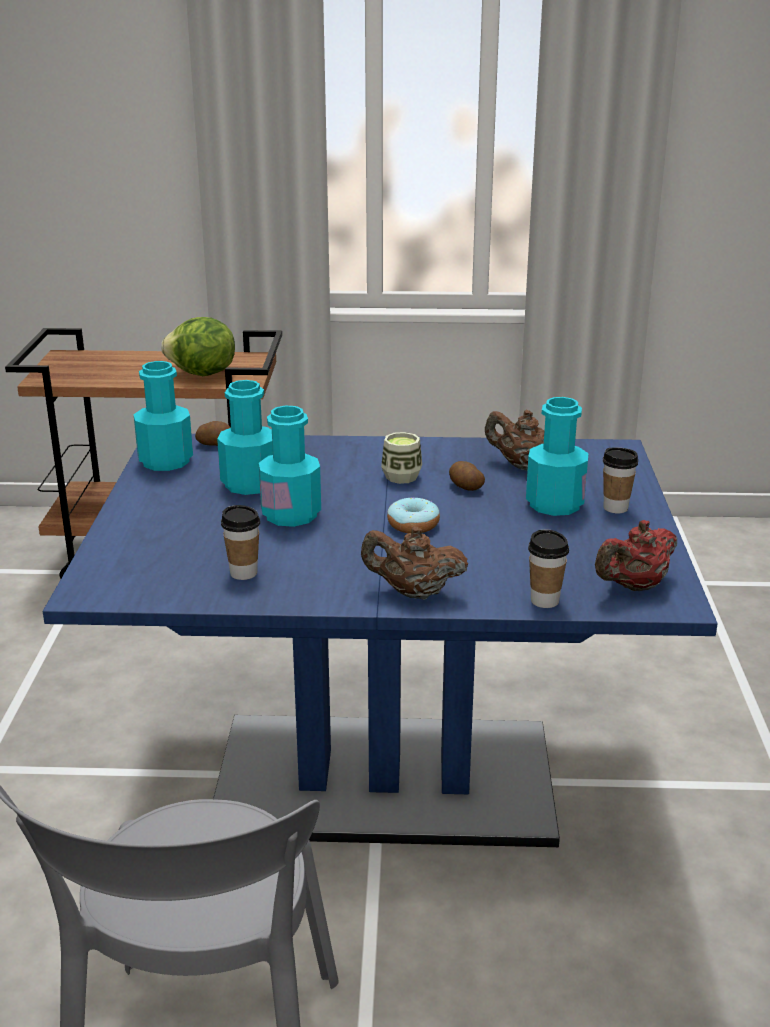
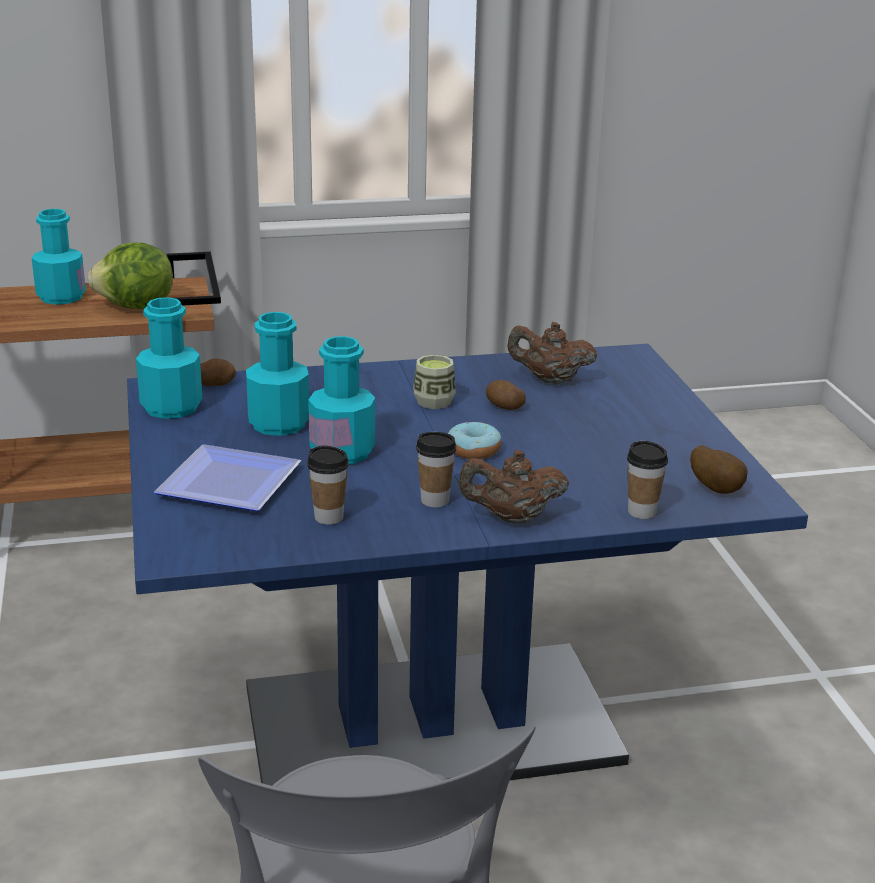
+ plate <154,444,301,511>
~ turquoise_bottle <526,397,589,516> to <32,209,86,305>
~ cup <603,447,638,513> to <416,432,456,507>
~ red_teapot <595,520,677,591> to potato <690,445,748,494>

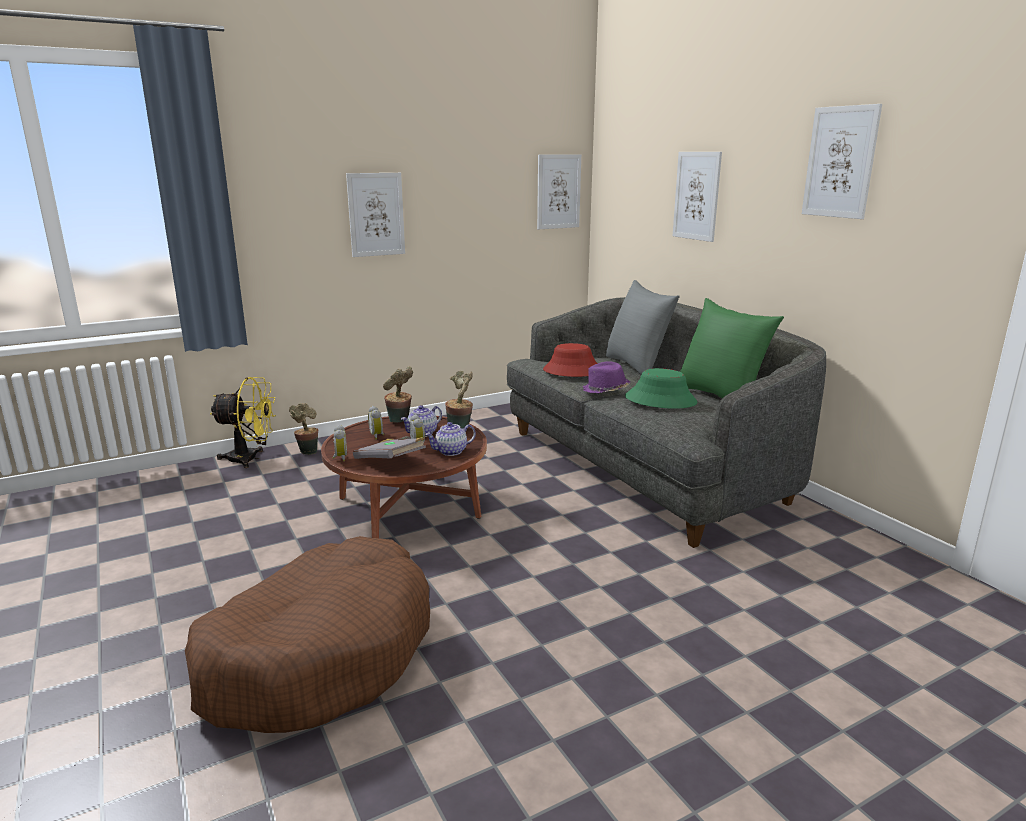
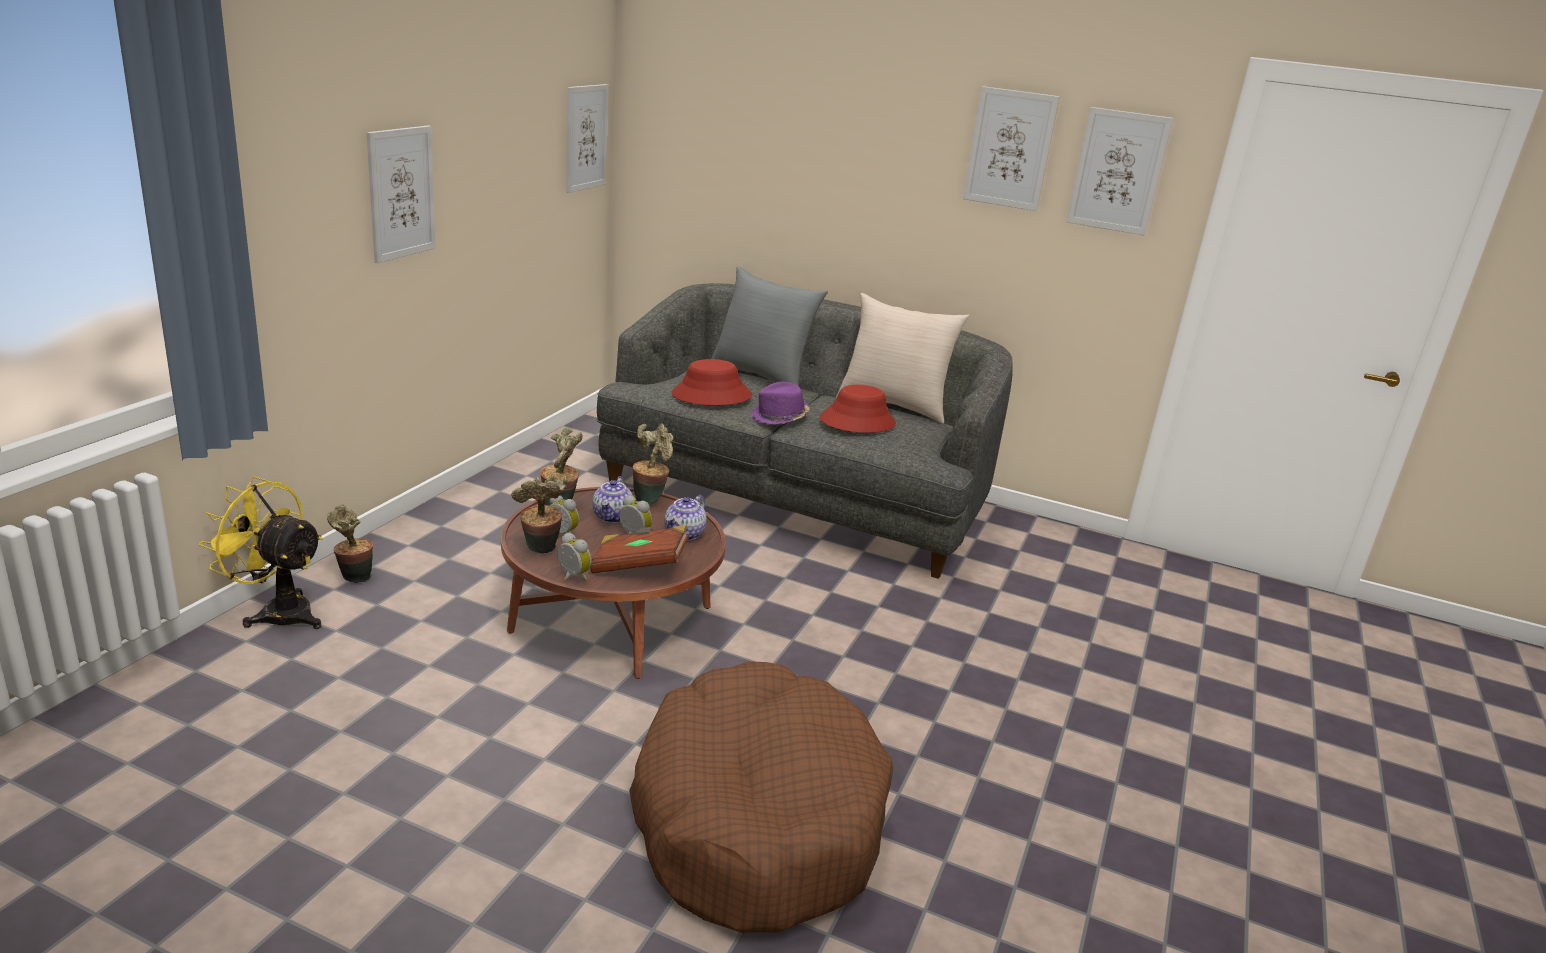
+ potted_plant <511,475,567,554>
~ picture <673,152,722,242> to <1066,107,1173,236>
~ grey_book <353,436,426,459> to brown_book <590,525,689,573>
~ green_hat <625,368,697,409> to red_hat <820,385,896,433>
~ green_pillow <680,298,784,398> to beige_pillow <836,293,969,423>
~ yellow_fan <210,377,276,468> = <199,476,323,629> 120 degrees counterclockwise

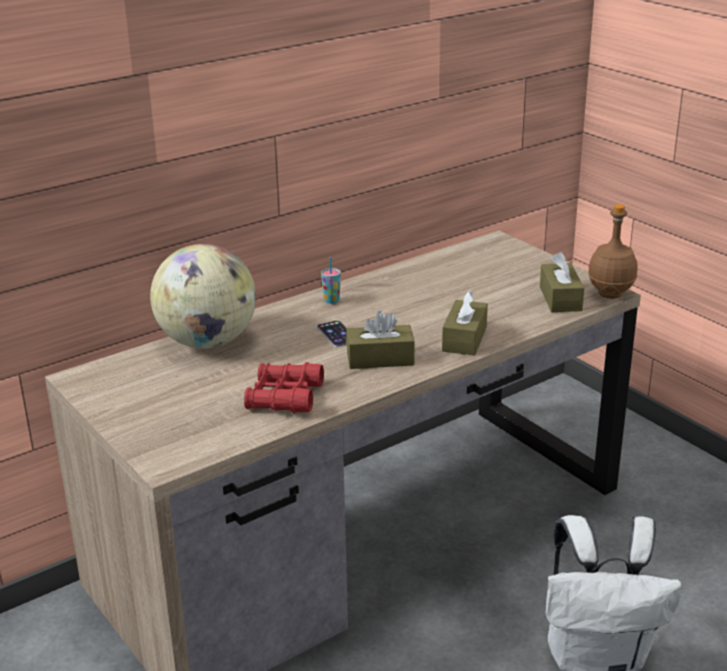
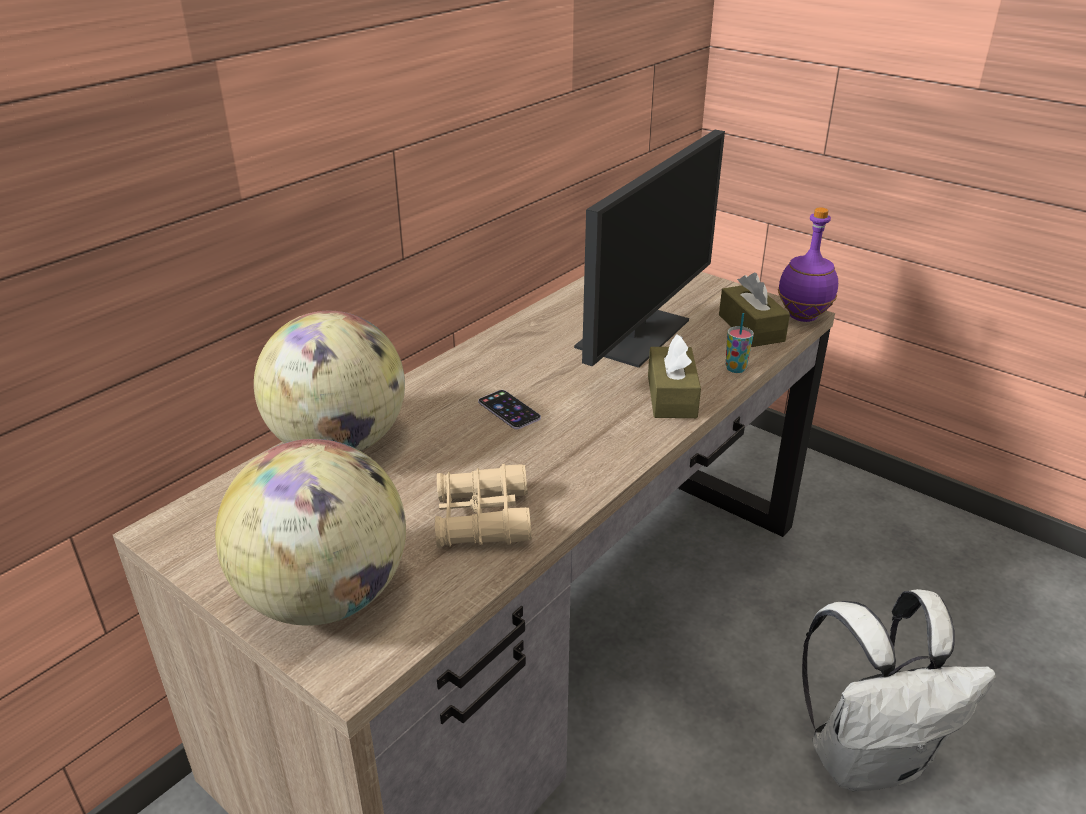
- brown_tissue_box <346,311,415,369>
+ globe <215,439,406,626>
+ monitor <574,130,725,368>
~ cup <321,257,341,304> to <726,313,754,373>
~ red_binoculars <244,362,324,413> to beige_binoculars <435,464,532,547>
~ brown_bottle <588,204,638,299> to purple_bottle <778,208,838,322>

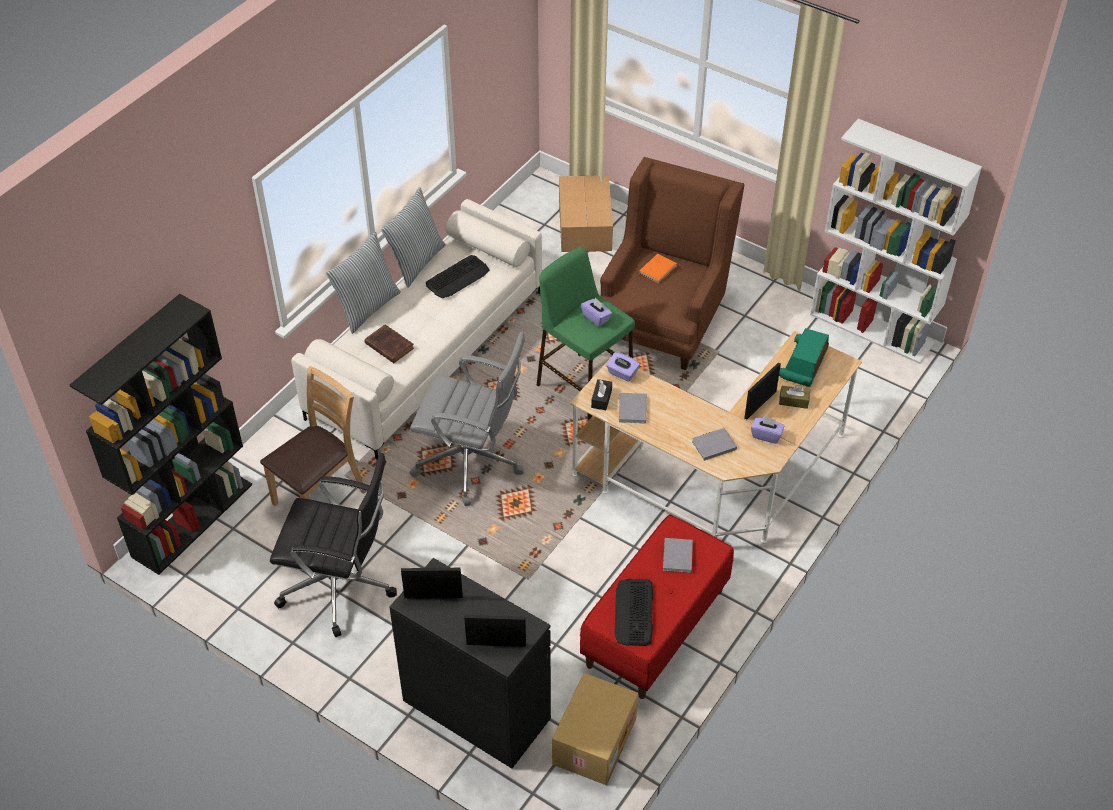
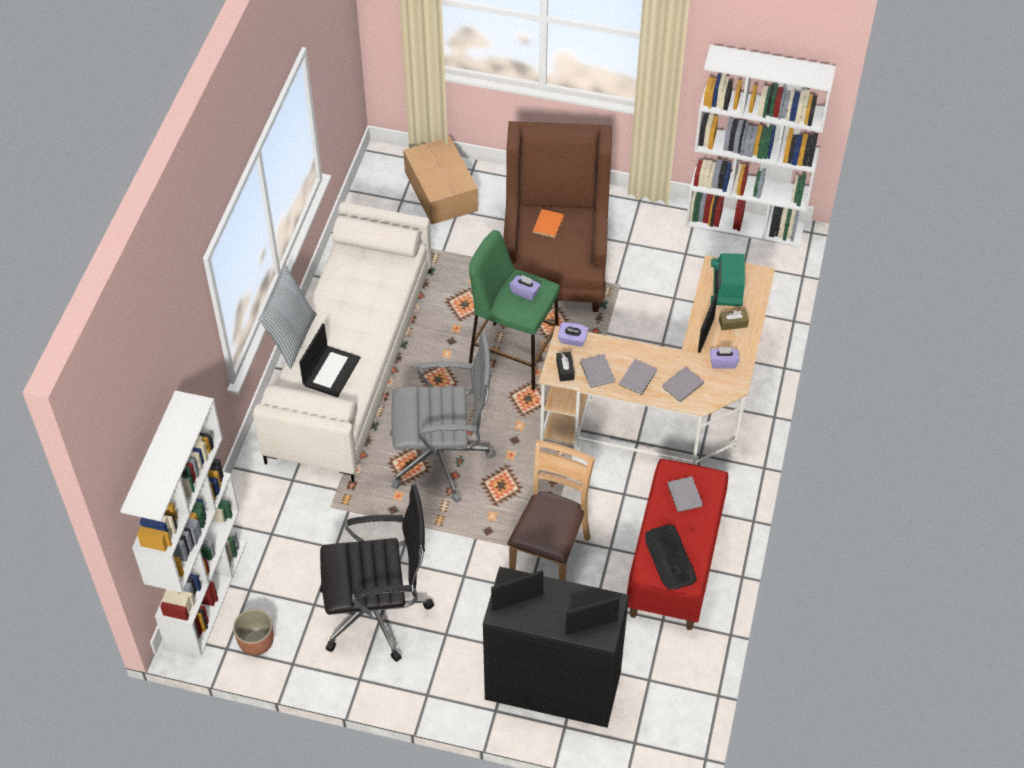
- pillow <381,187,446,288>
- keyboard <426,255,489,298>
- cardboard_box <552,673,638,785>
+ planter <233,609,274,656>
+ grey_book <619,359,657,395>
~ brown_chair <260,366,366,506> to <507,440,595,581>
~ brown_book <365,324,414,363> to laptop <299,323,361,397>
~ black_bookcase <70,294,252,575> to white_bookcase <120,390,247,656>

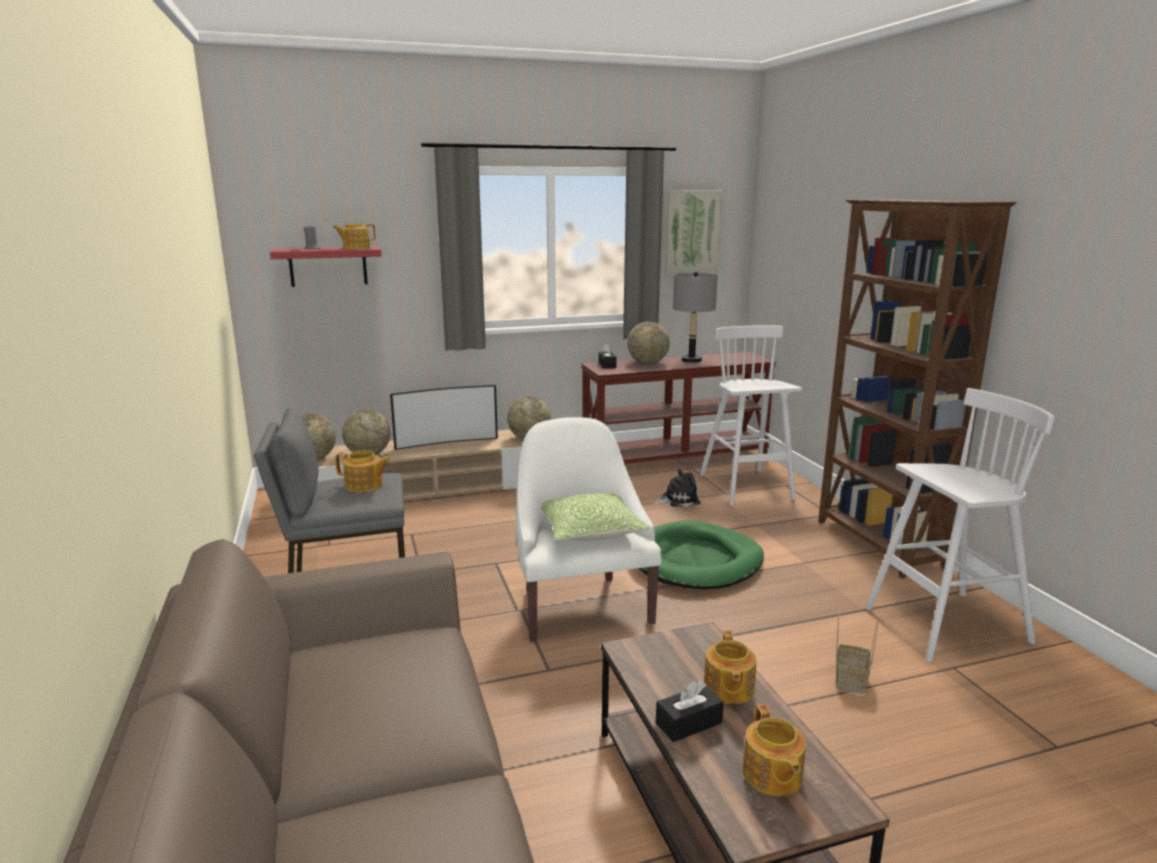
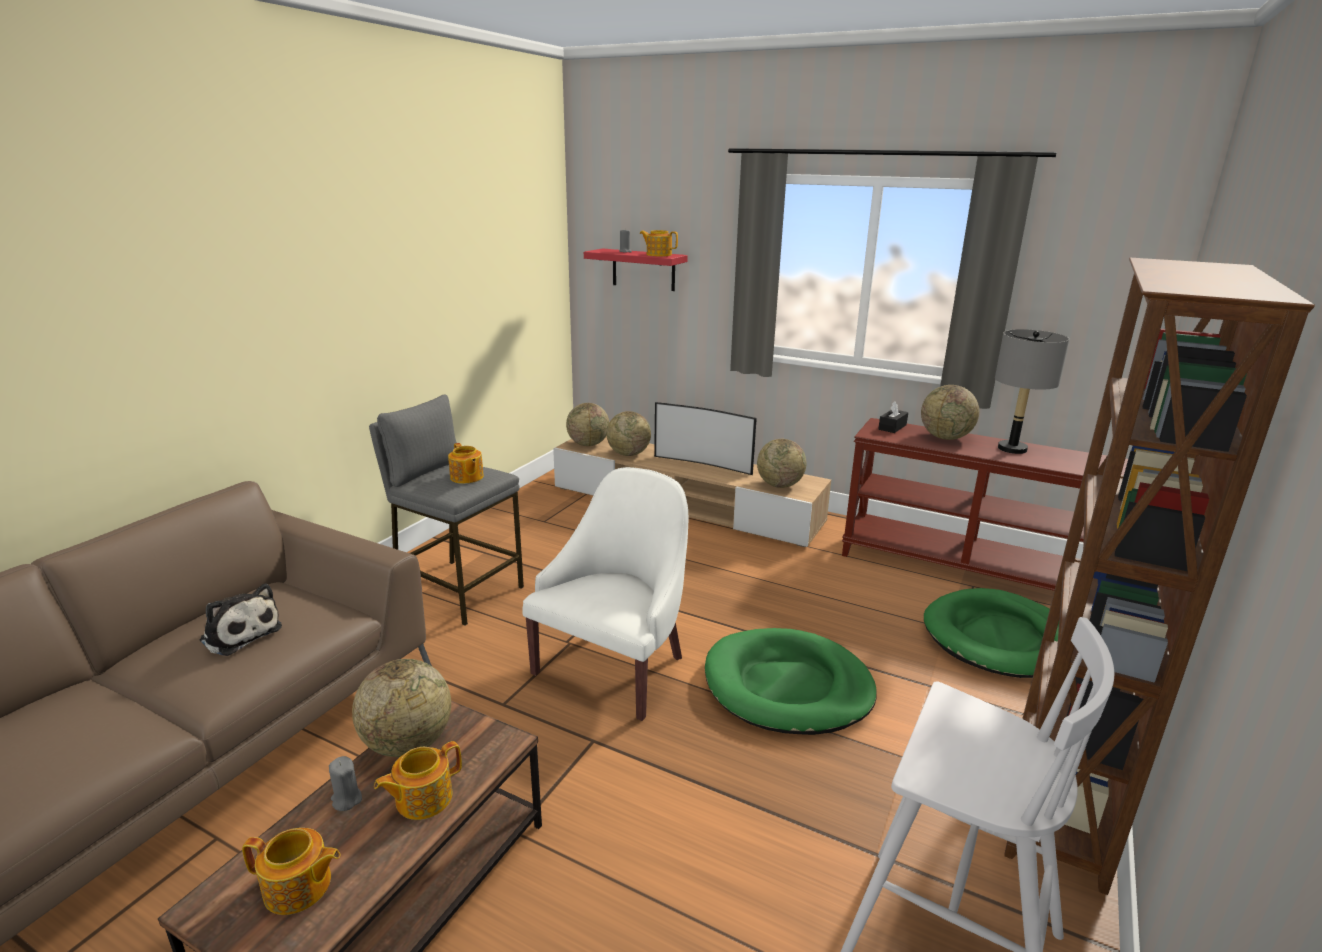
- pillow <541,493,650,541>
- picture <665,191,722,277>
- basket <836,614,878,694>
+ globe <352,659,451,757>
~ plush_toy <653,469,701,507> to <200,583,282,656>
~ black_tissue_box <656,681,724,742> to grey_candle <329,756,362,811>
~ white_stool <700,325,802,506> to green_dog_bed <924,588,1059,678>
~ teapot <743,704,806,796> = <242,828,340,915> 120 degrees counterclockwise

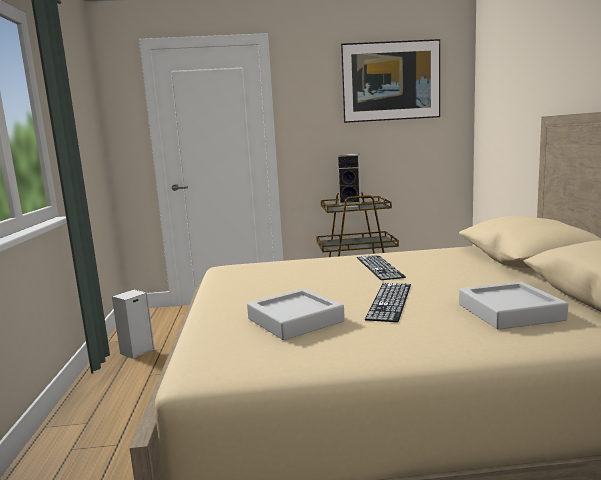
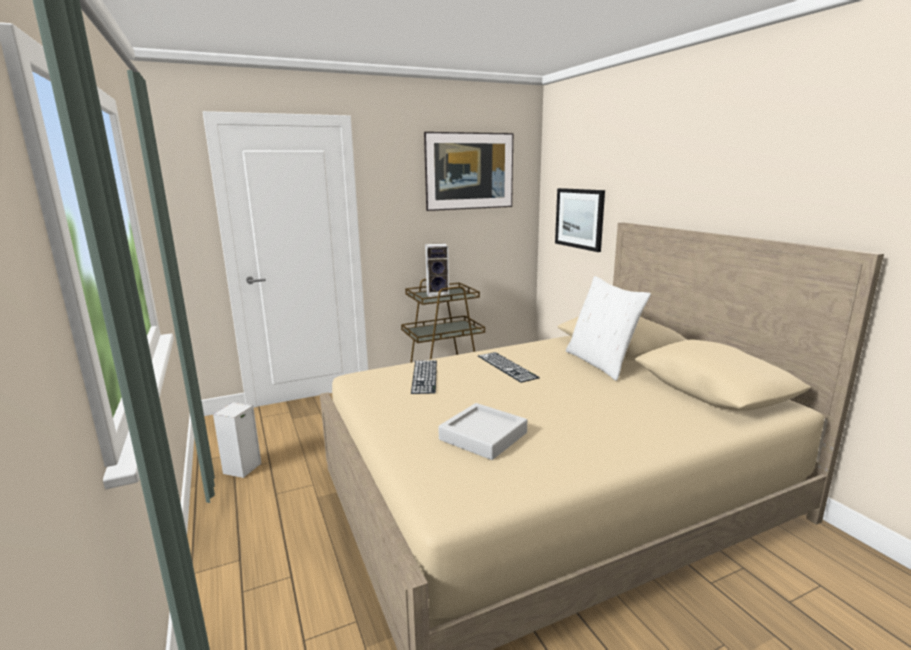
- grey_tray <459,282,569,330>
+ picture <555,188,605,252>
+ white_pillow <566,276,651,381>
~ keyboard <365,283,411,322> to <411,360,437,394>

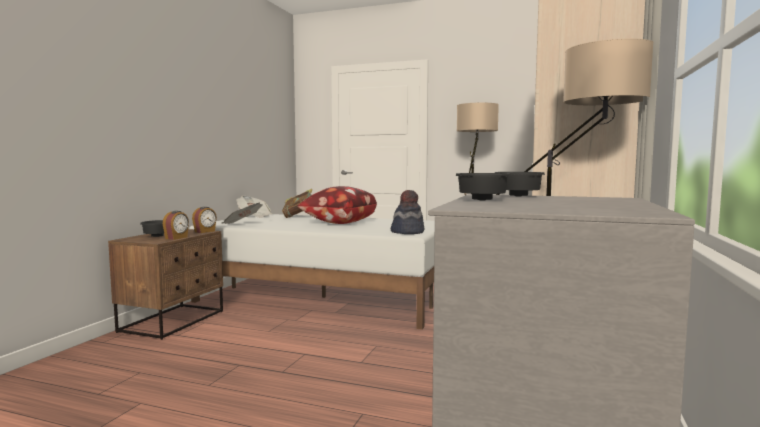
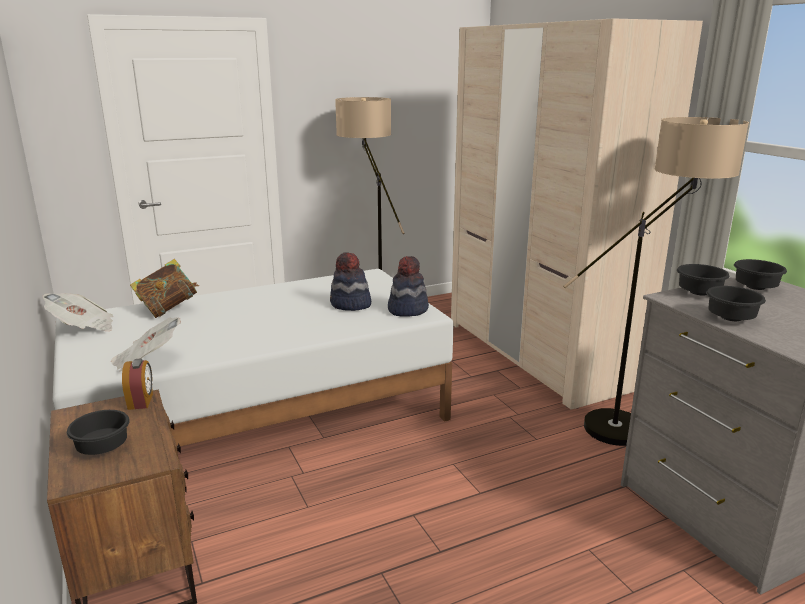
- alarm_clock <163,211,189,240>
- pillow <298,186,377,224>
+ hat <330,252,371,311>
+ black_bowl <734,259,787,290>

